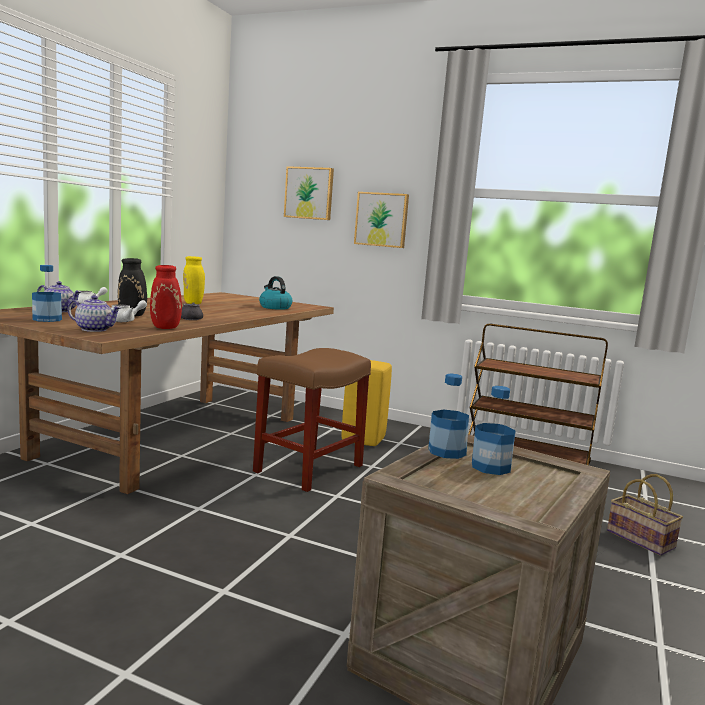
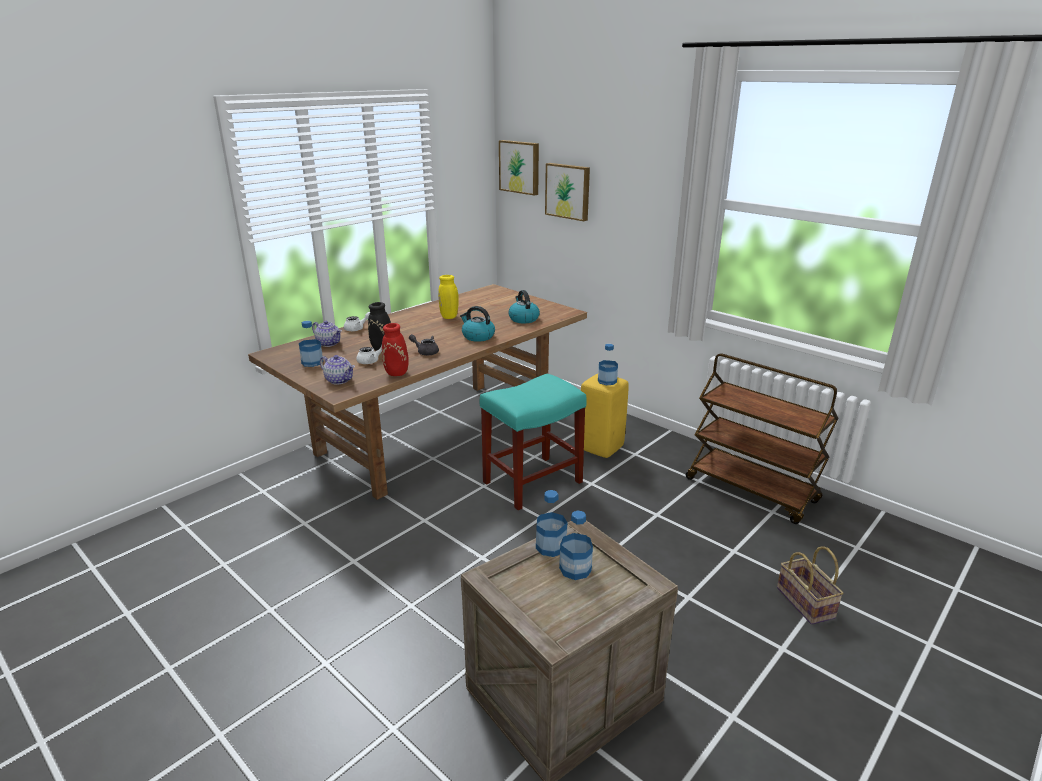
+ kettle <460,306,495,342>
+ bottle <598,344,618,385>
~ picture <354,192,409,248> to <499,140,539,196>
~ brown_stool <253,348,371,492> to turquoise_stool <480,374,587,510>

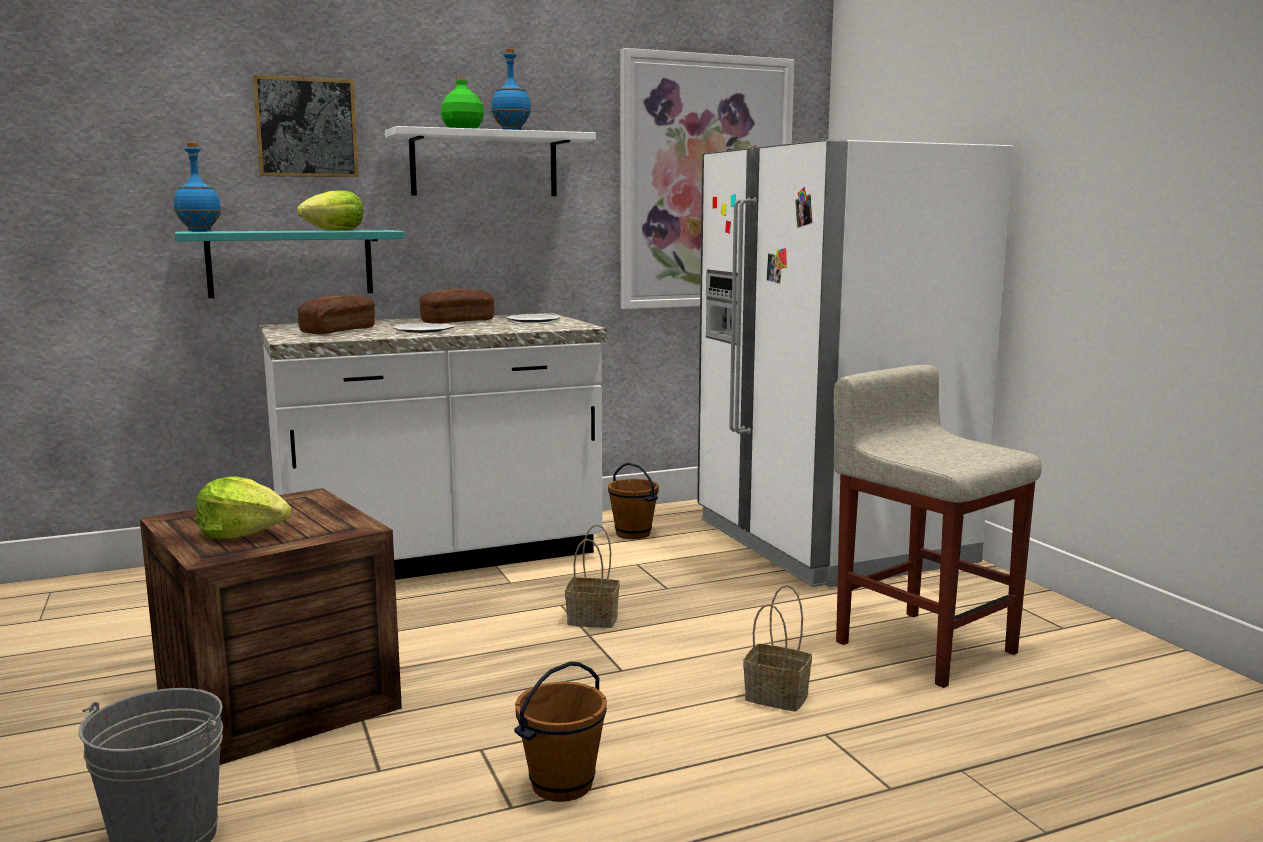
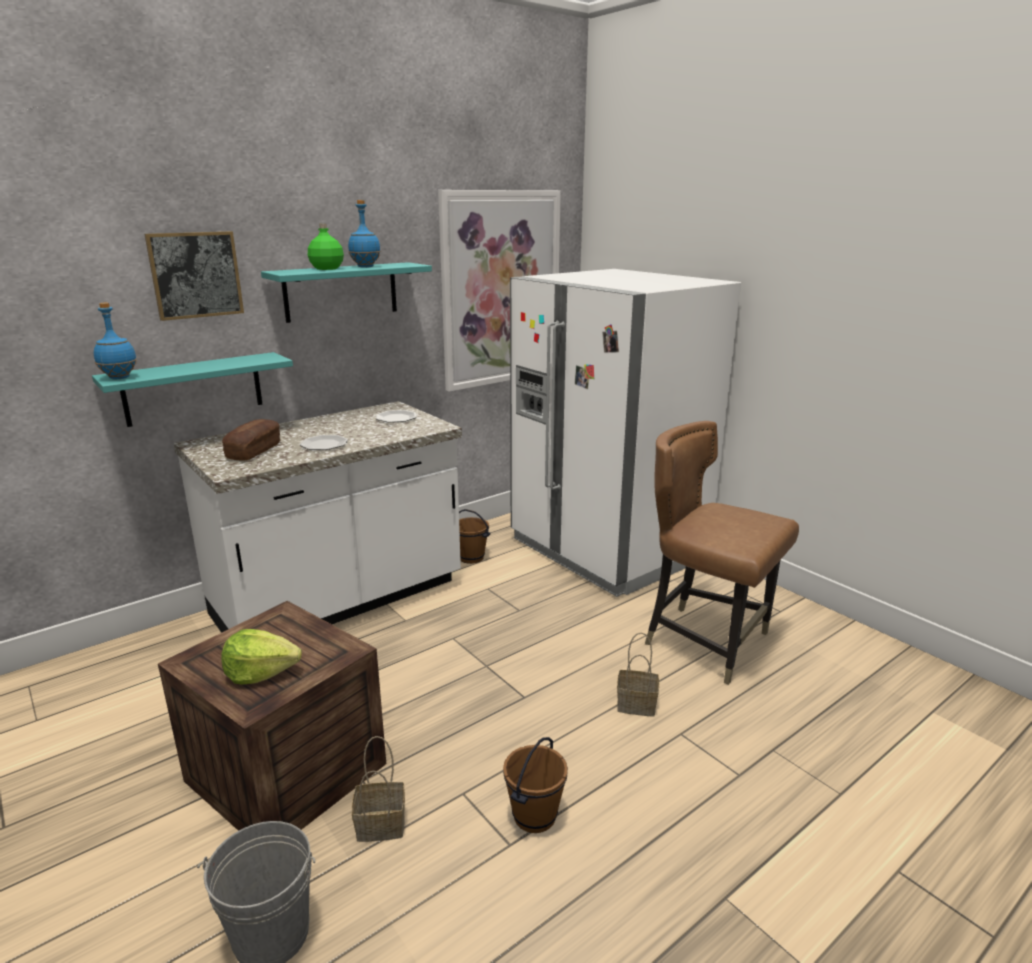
- lettuce <297,190,364,231>
- bread <419,289,494,324>
~ basket <565,524,620,628> to <352,736,405,842>
~ beige_stool <834,365,1042,688> to brown_chair <645,421,799,685>
~ white_shelf <385,126,596,196> to turquoise_shelf <261,262,432,323>

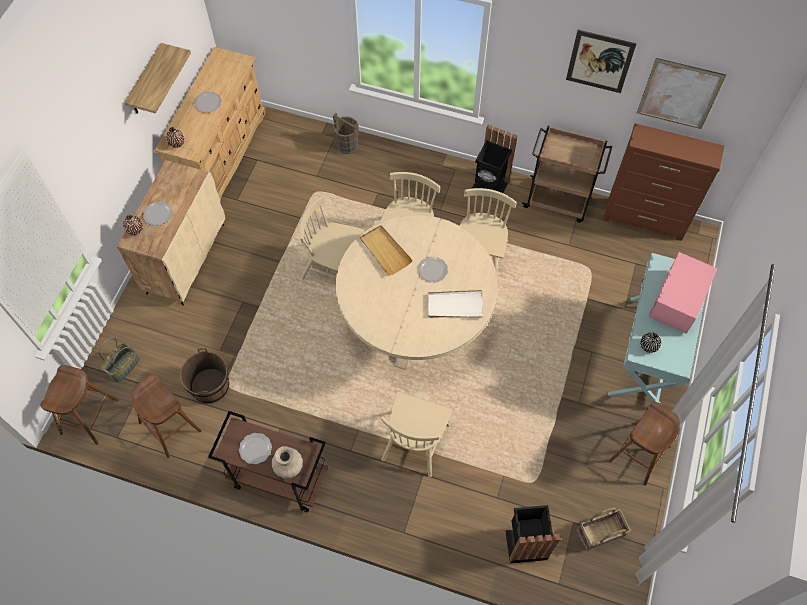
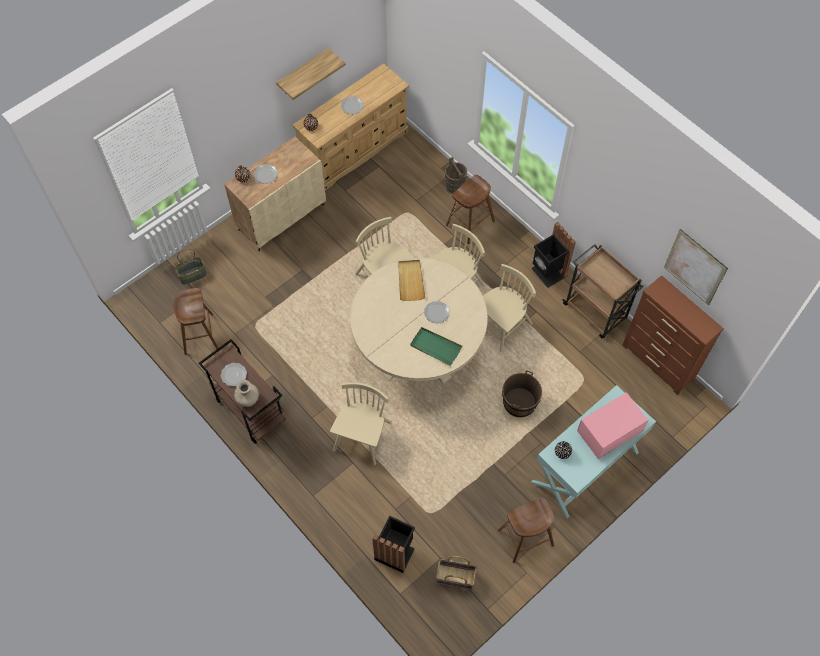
- picture <566,30,637,93>
~ brown_stool <40,365,119,445> to <446,175,495,244>
~ brown_bucket <180,348,229,403> to <502,370,542,417>
~ white_tray <428,290,483,318> to green_tray <410,327,462,366>
~ beige_chair <381,392,452,477> = <330,382,391,465> 150 degrees clockwise

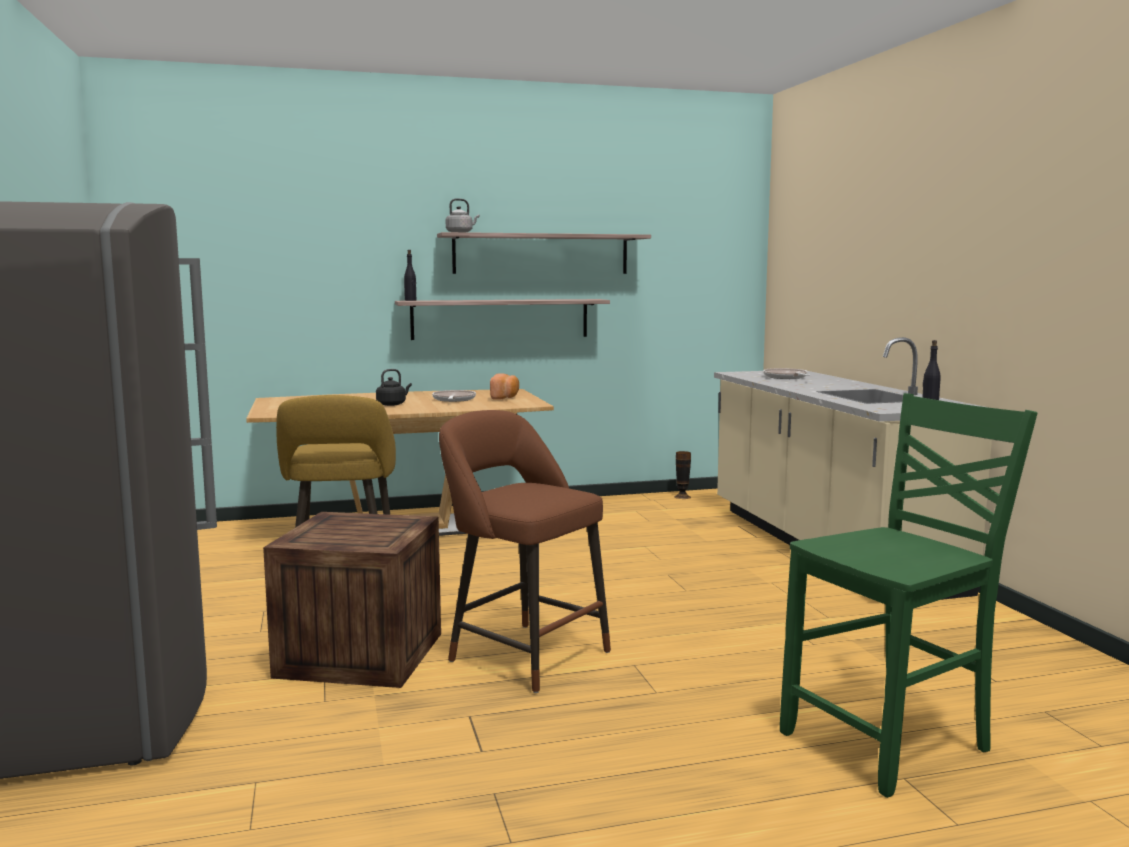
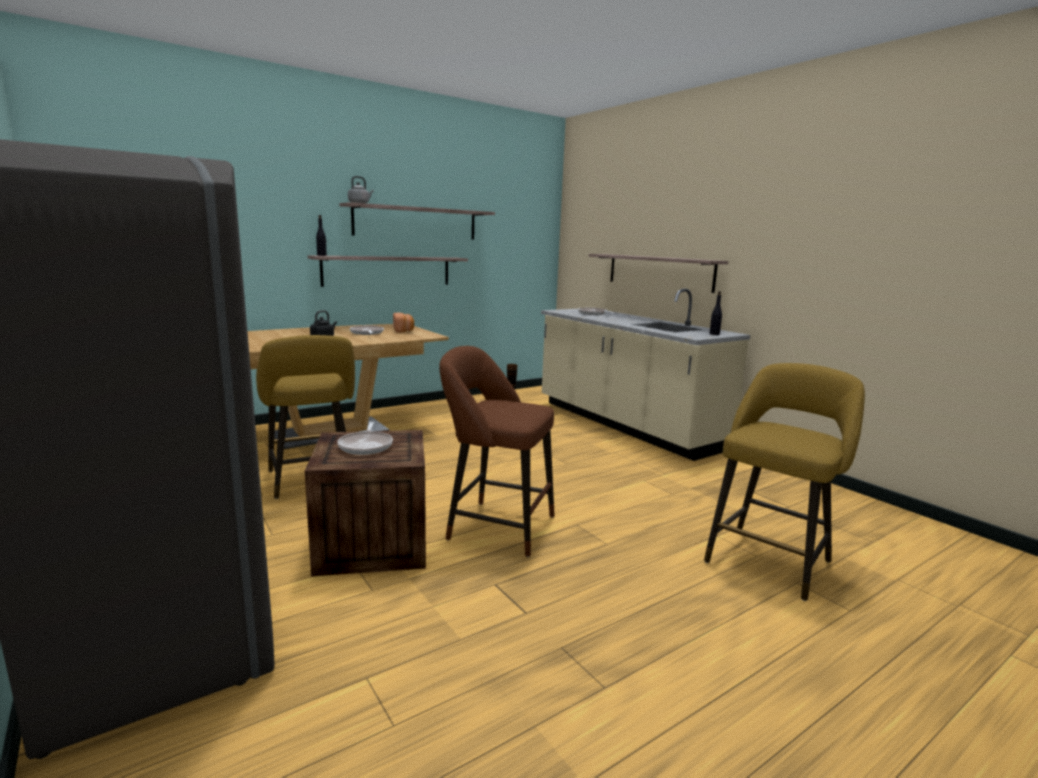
+ frying_pan <337,422,393,455>
+ shelf <589,254,728,293>
~ green_chair <780,393,1037,798> to yellow_stool <704,363,865,601>

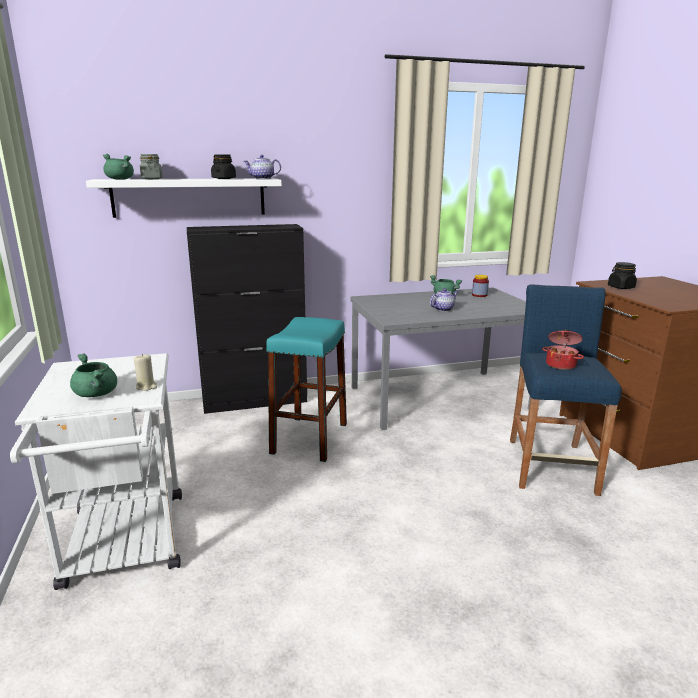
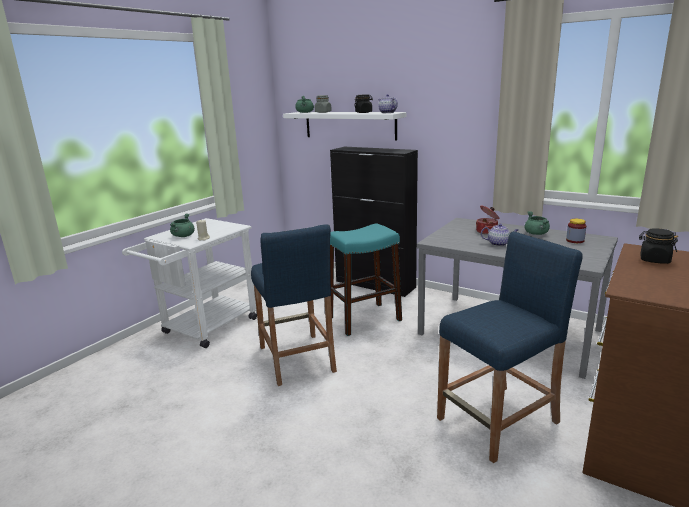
+ blue_stool <251,224,337,386>
~ cooking_pot <542,330,584,370> to <476,206,499,234>

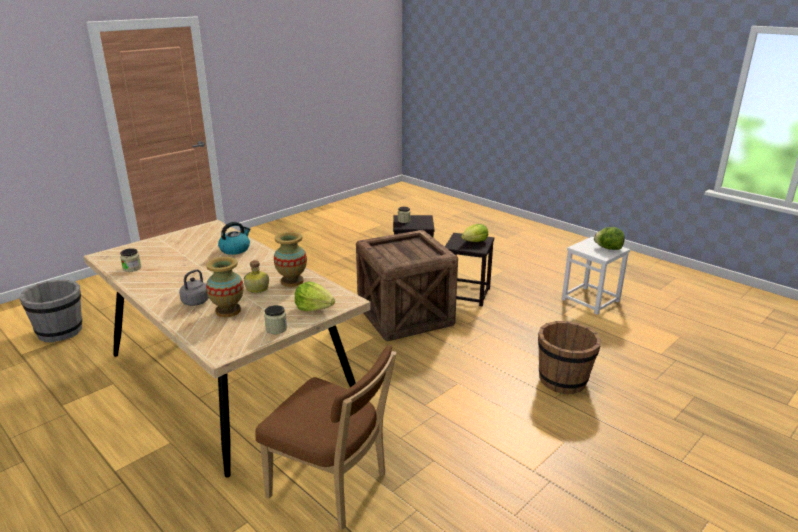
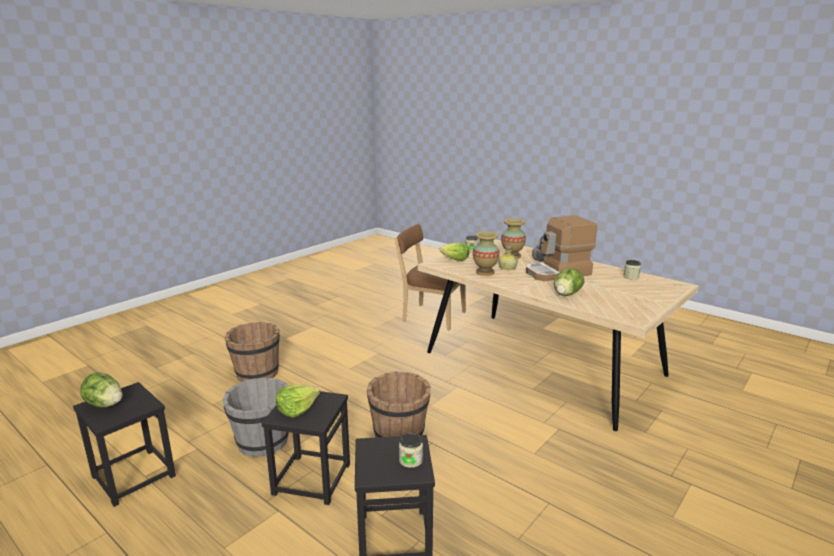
+ coffee_machine <526,215,597,281>
~ grey_bucket <19,280,82,342> to <222,378,289,457>
~ kettle <218,222,251,255> to lettuce <554,268,584,296>
~ crate <356,230,458,341> to brown_bucket <367,371,431,437>
~ white_stool <562,237,630,315> to black_stool <73,382,176,507>

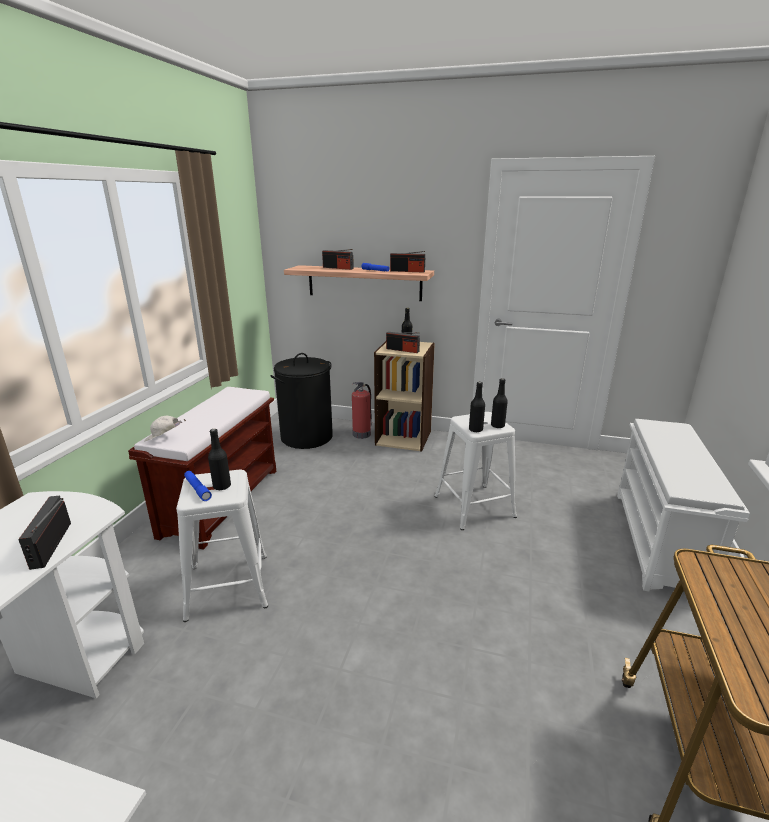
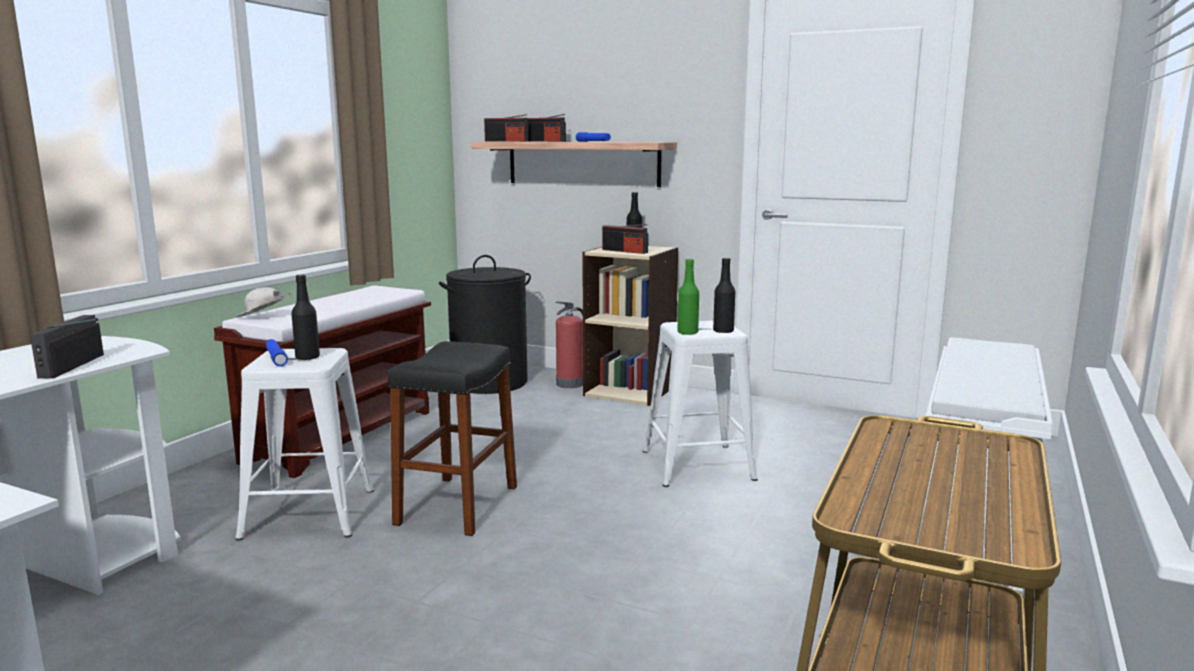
+ black_stool <388,341,517,536>
~ radio <390,251,425,273> to <484,114,529,142>
~ black_bottle <469,382,485,432> to green_bottle <677,259,699,335>

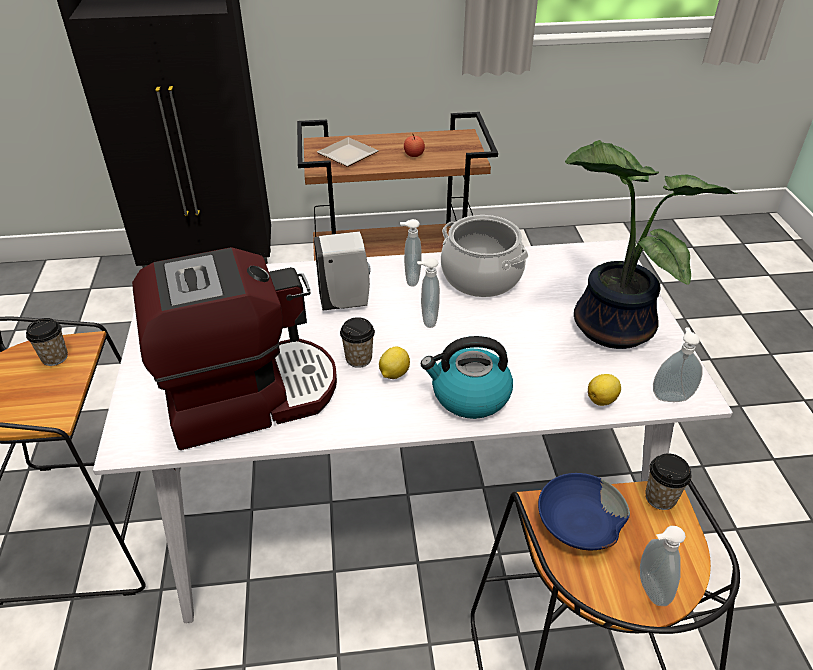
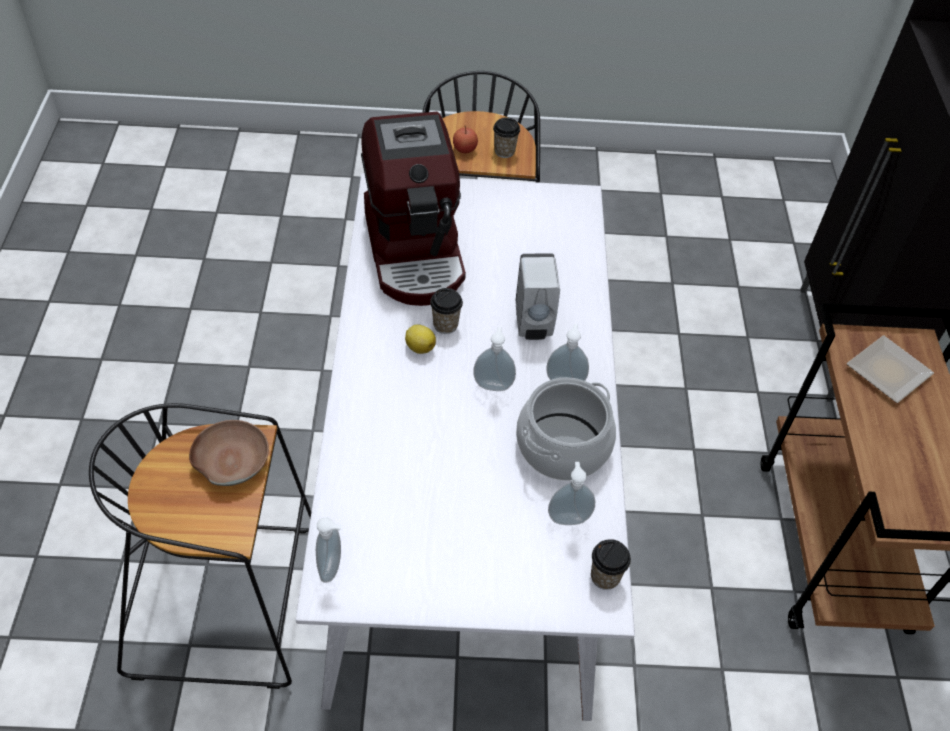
- kettle <421,336,513,419>
- potted_plant <565,140,738,349>
- lemon <588,374,621,406>
~ apple <404,135,425,157> to <453,126,478,153>
~ soap_dispenser <640,526,686,606> to <548,462,595,525>
~ cup <645,453,692,510> to <591,539,631,590>
~ blue_bowl <538,473,630,550> to brown_bowl <189,420,269,486>

